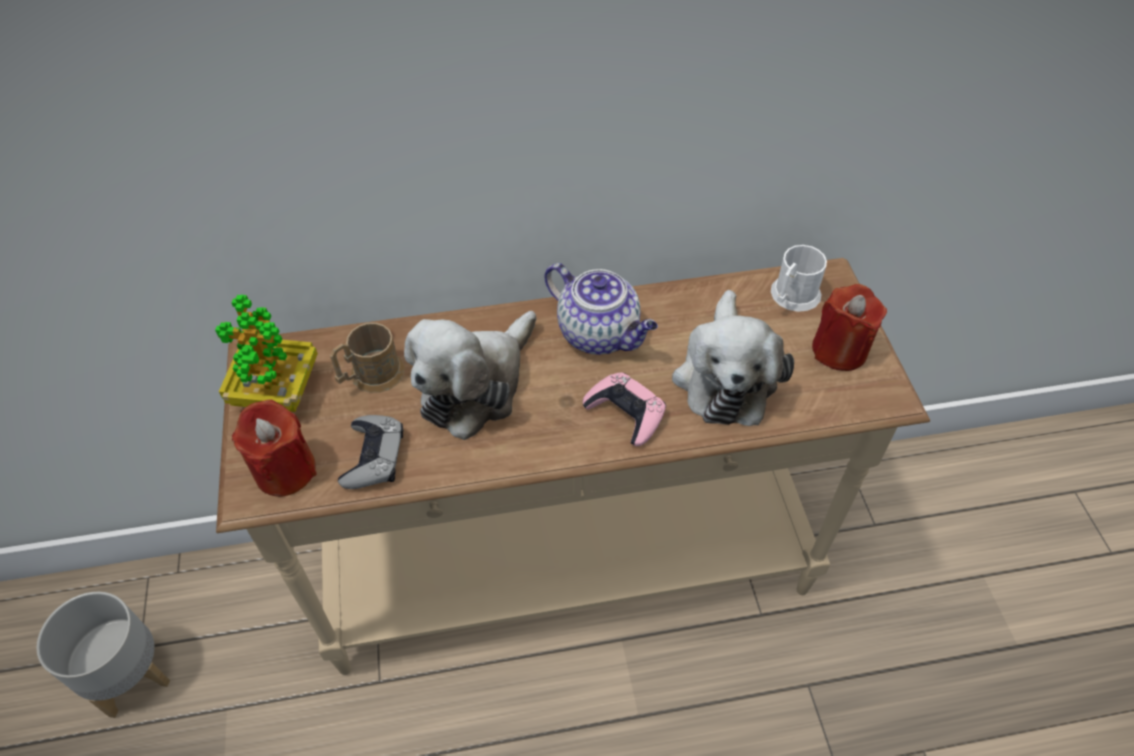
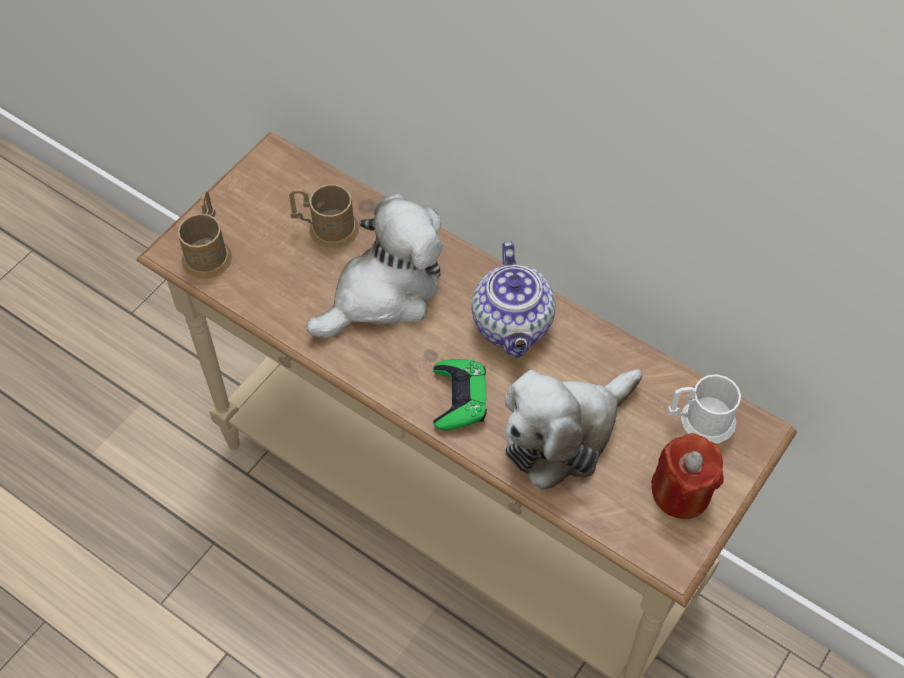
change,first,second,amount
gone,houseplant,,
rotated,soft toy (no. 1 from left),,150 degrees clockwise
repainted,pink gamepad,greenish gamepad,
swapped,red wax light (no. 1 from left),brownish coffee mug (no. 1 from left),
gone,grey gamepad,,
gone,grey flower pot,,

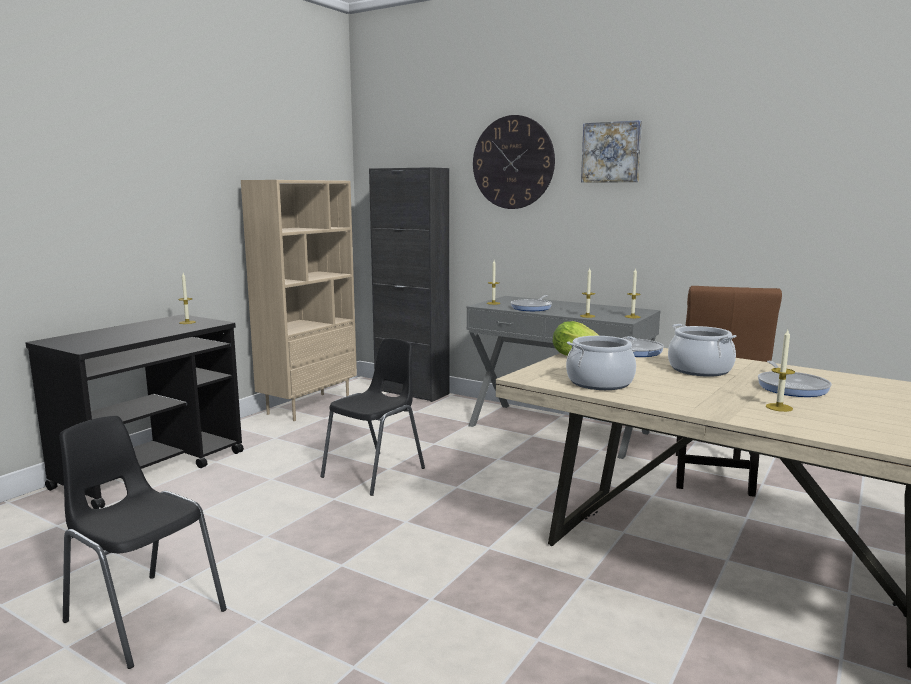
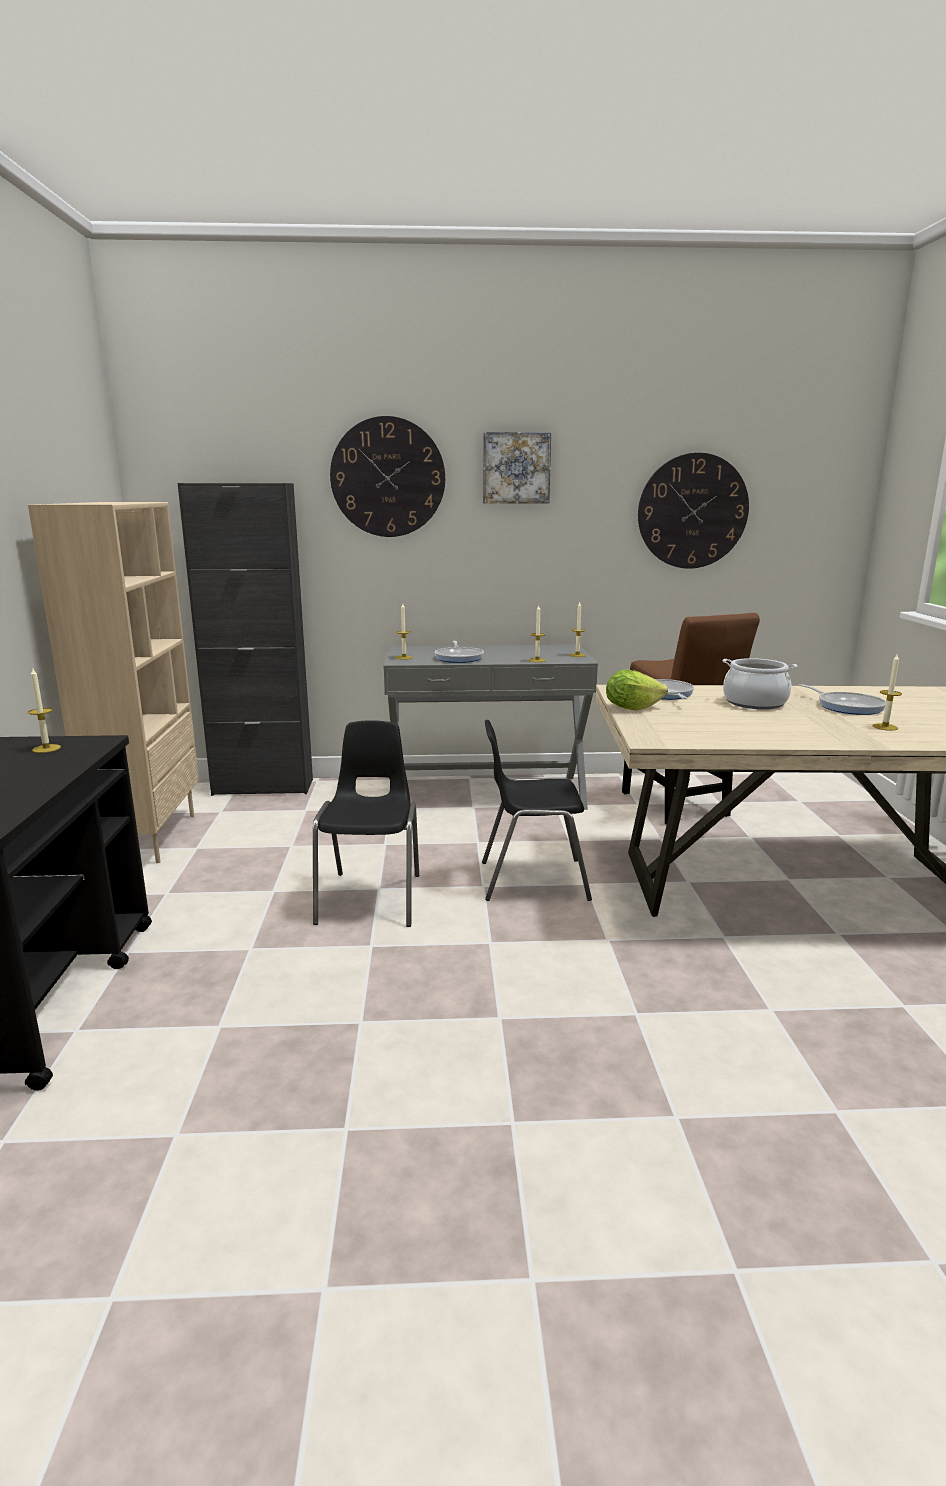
change,first,second,amount
gone,saucepot (no. 1 from left),,
shifted,black upright chair (no. 1 from left in the first image),black upright chair (no. 2 from left),
new,,clock on the wall (no. 2 from left),

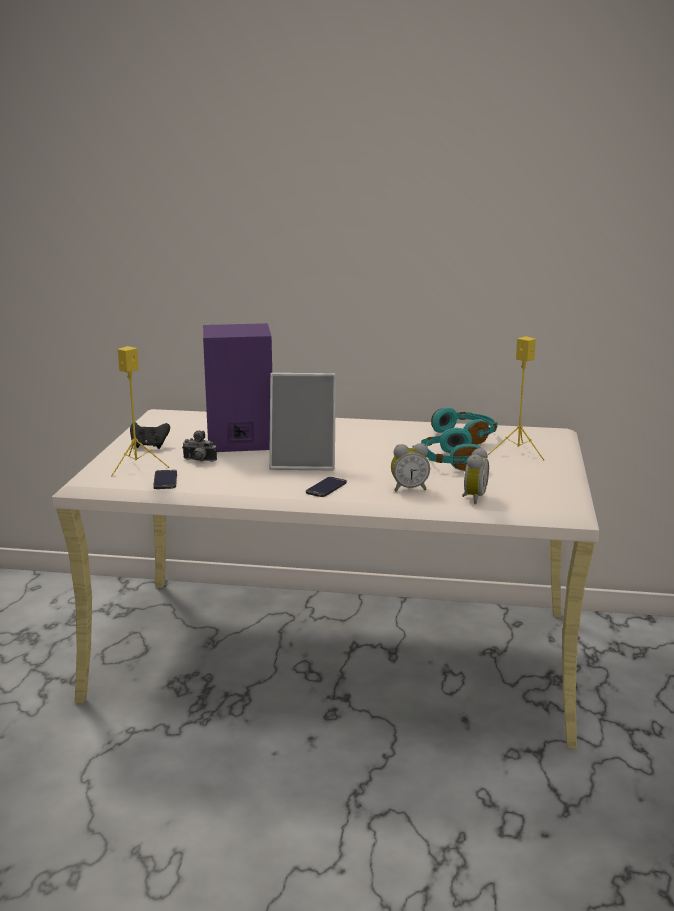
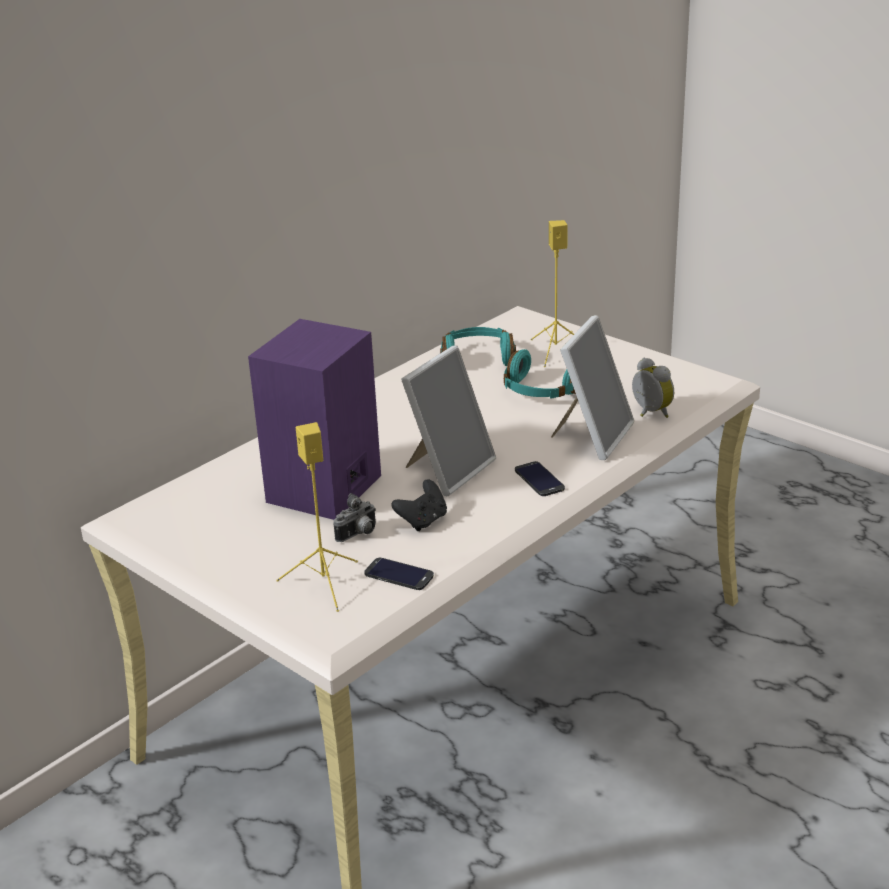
change,first,second,amount
shifted,black gamepad,,
swapped,table clock (no. 1 from left),picture frame (no. 2 from left),

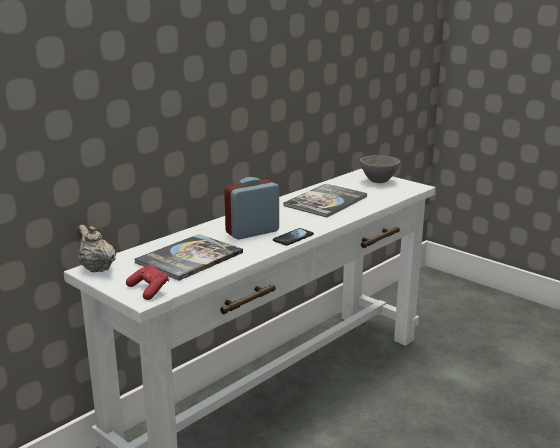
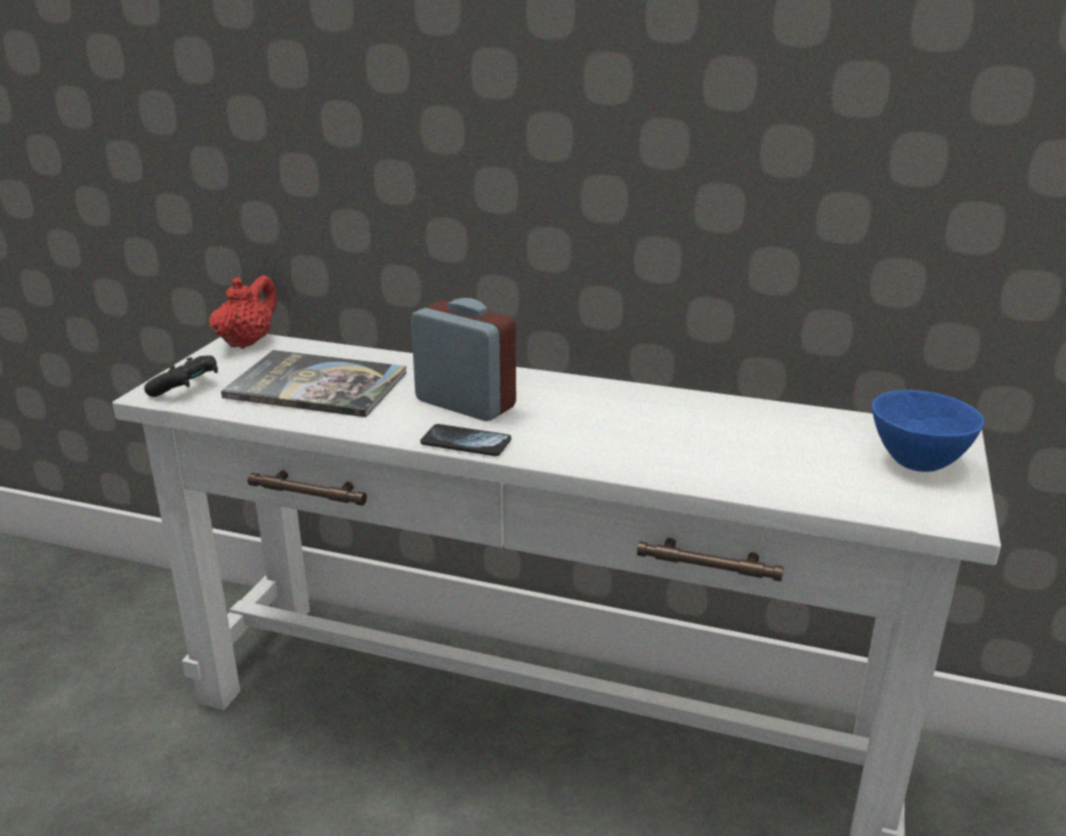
change,first,second,amount
repainted,grey deep dish,blue deep dish,
gone,book (no. 2 from left),,
repainted,beige pot for tea,red pot for tea,
repainted,red gamepad,black gamepad,

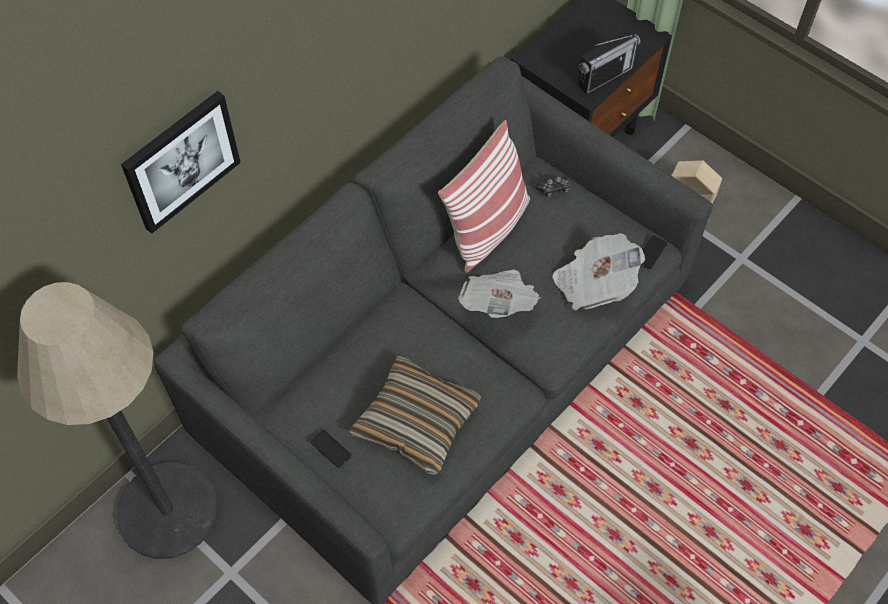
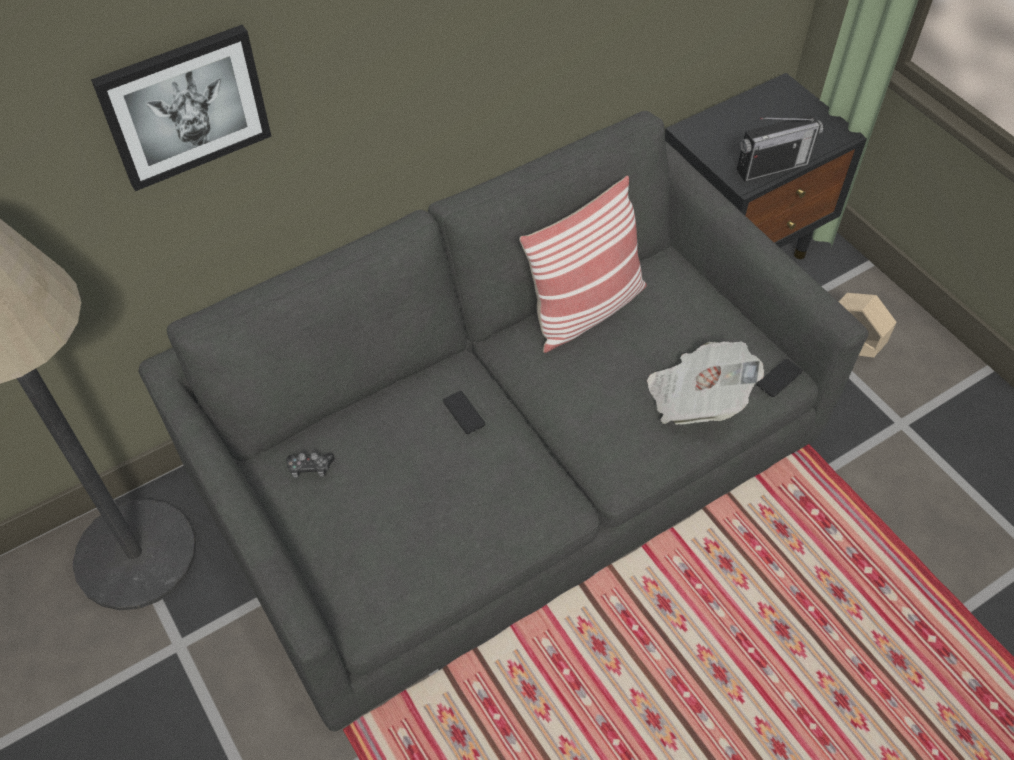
change,first,second,amount
shifted,gamepad,,
gone,daily paper (no. 1 from left),,
gone,throw pillow (no. 1 from left),,
shifted,telephone (no. 1 from left),,

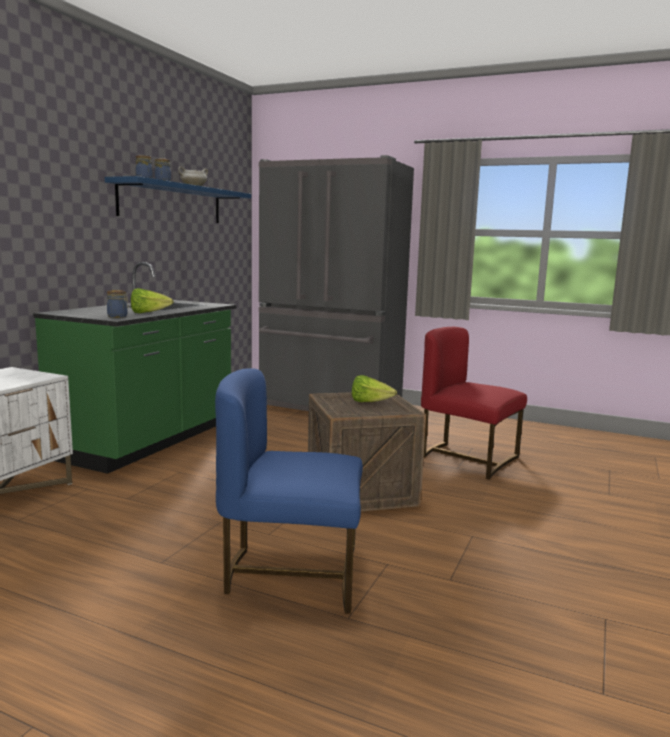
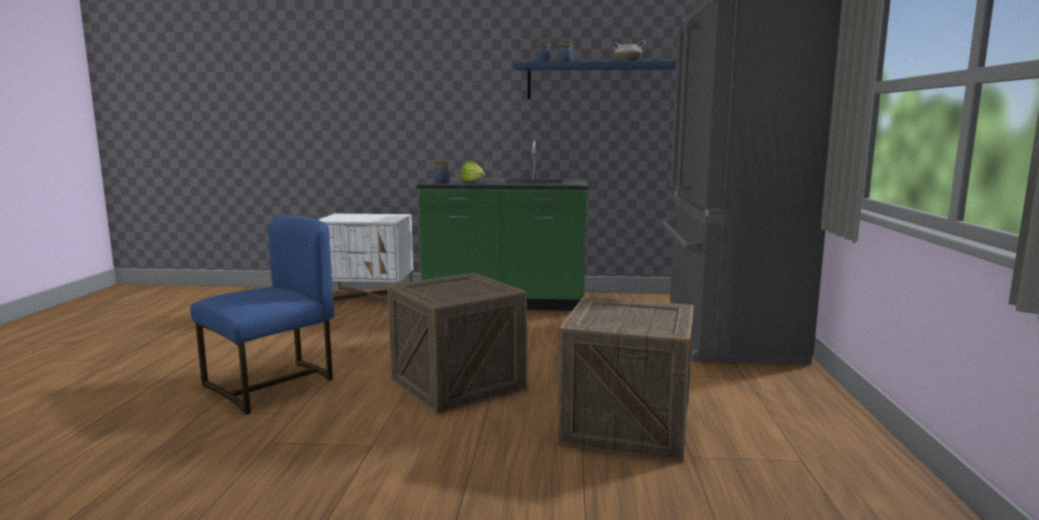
change,first,second,amount
swapped,red upright chair,shipping crate (no. 2 from left),
rotated,blue upright chair,,60 degrees clockwise
gone,lettuce (no. 2 from left),,

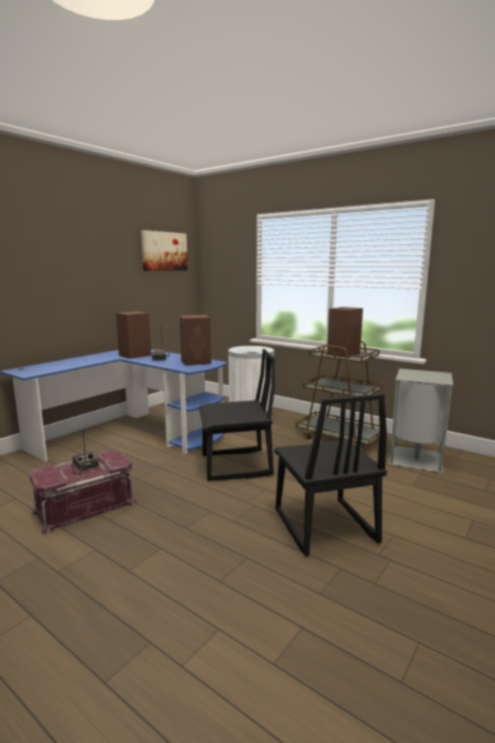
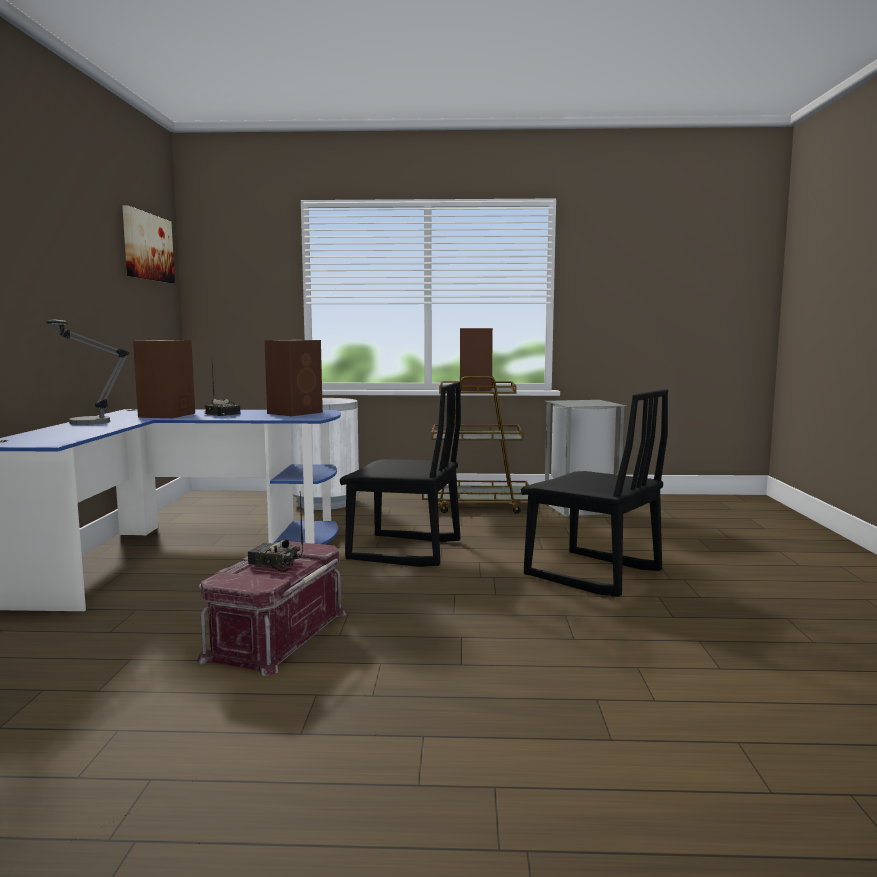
change,first,second,amount
rotated,black upright chair (no. 1 from left),,60 degrees clockwise
new,,lamp for a table,

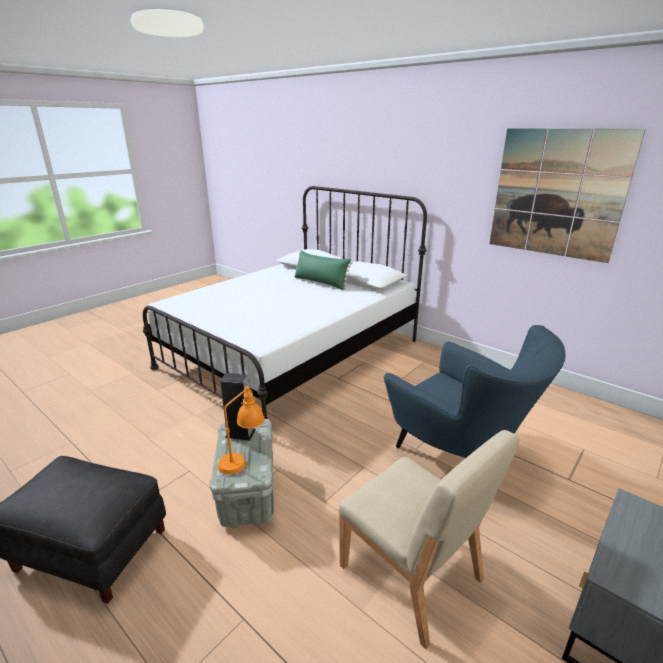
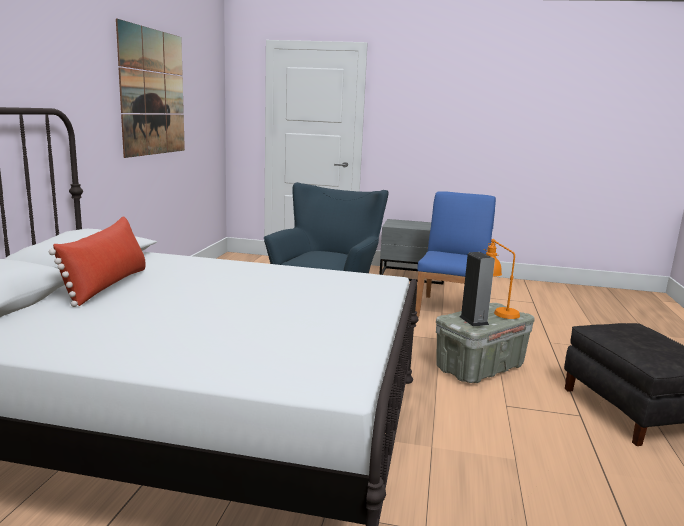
change,first,second,amount
repainted,greenish throw pillow,red throw pillow,
repainted,beige upright chair,blue upright chair,

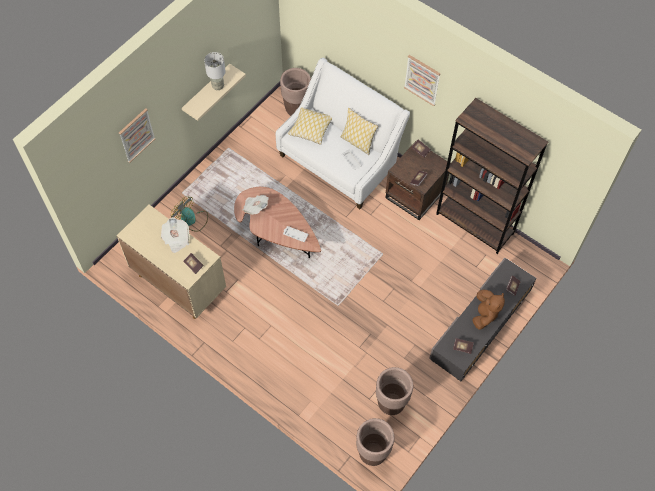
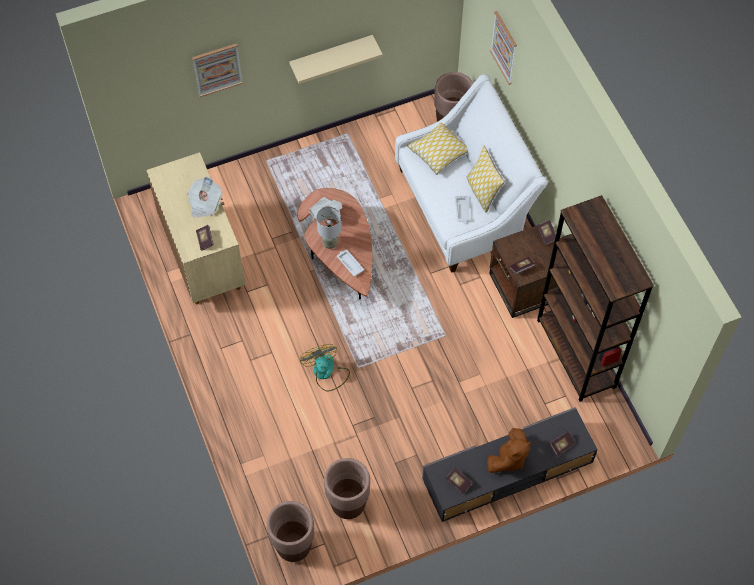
change,first,second,amount
shifted,grey lamp for a table,,
shifted,wall picture (no. 2 from left),,
shifted,electric fan,,

